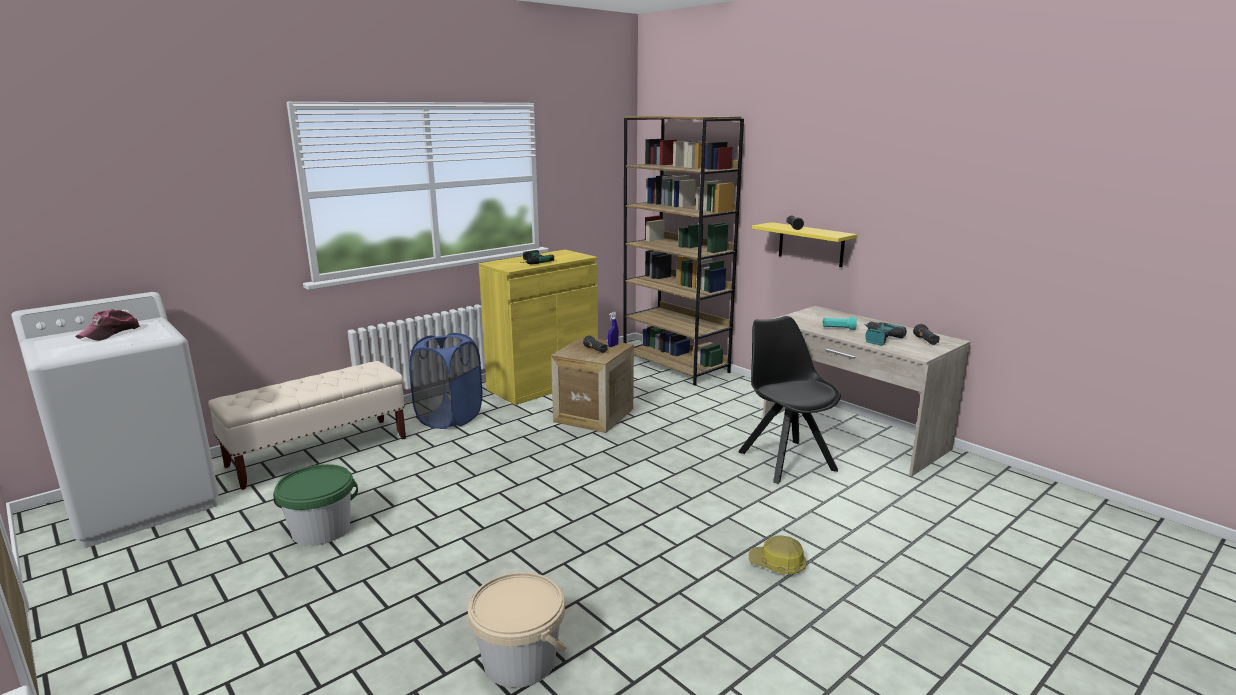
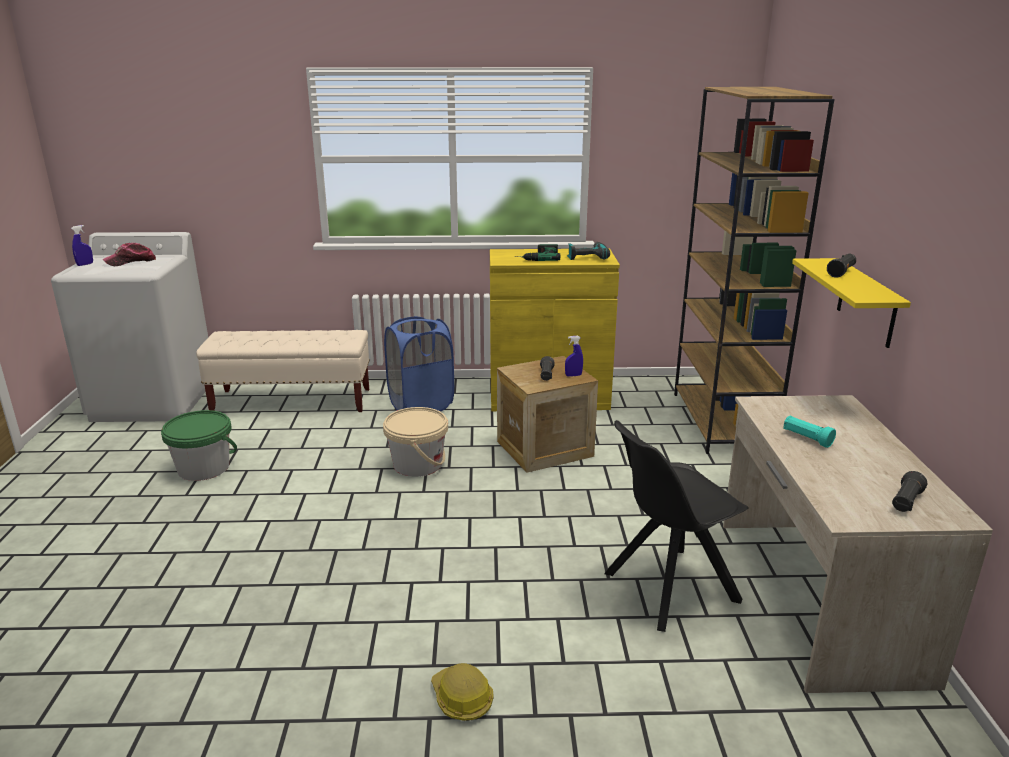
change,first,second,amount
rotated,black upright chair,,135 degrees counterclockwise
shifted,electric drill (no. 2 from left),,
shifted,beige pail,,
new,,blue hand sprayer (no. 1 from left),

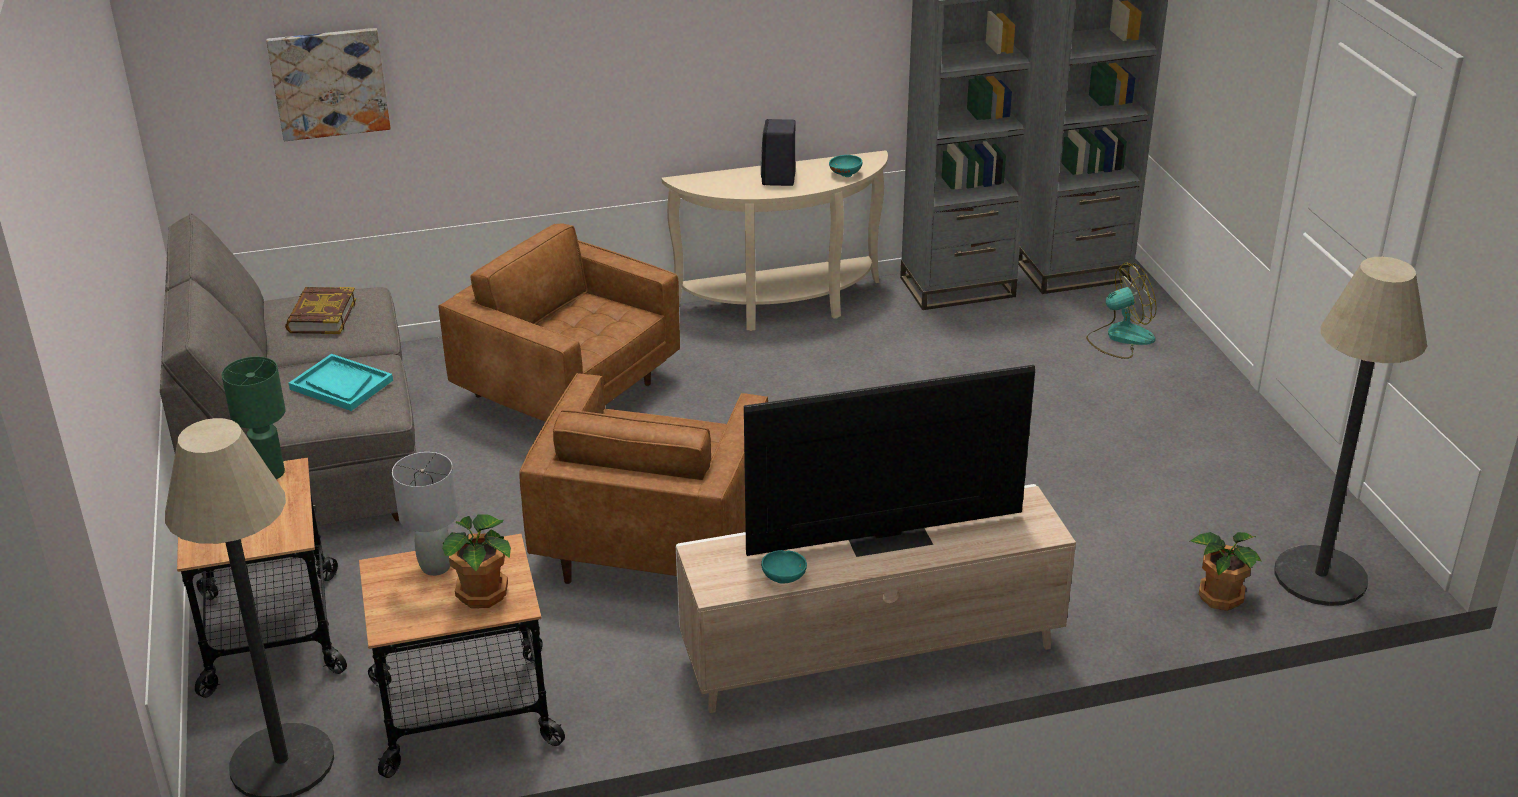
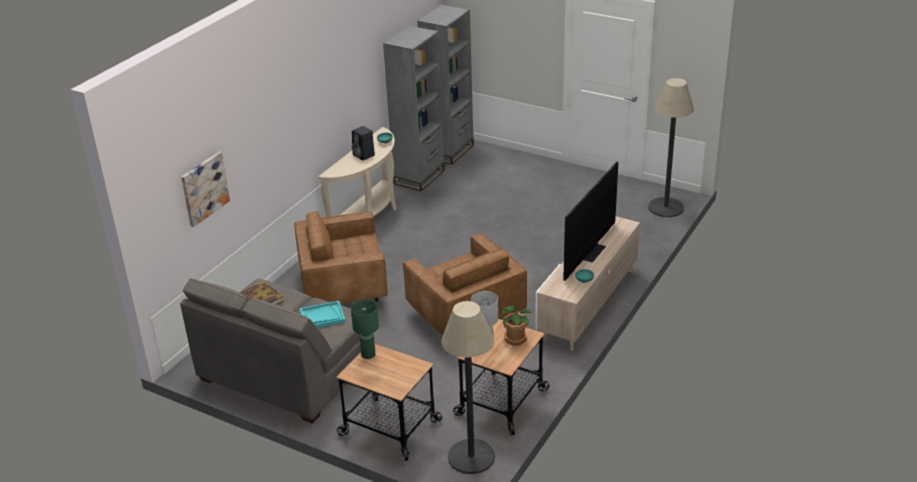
change,first,second,amount
gone,electric fan,,
gone,houseplant (no. 2 from left),,

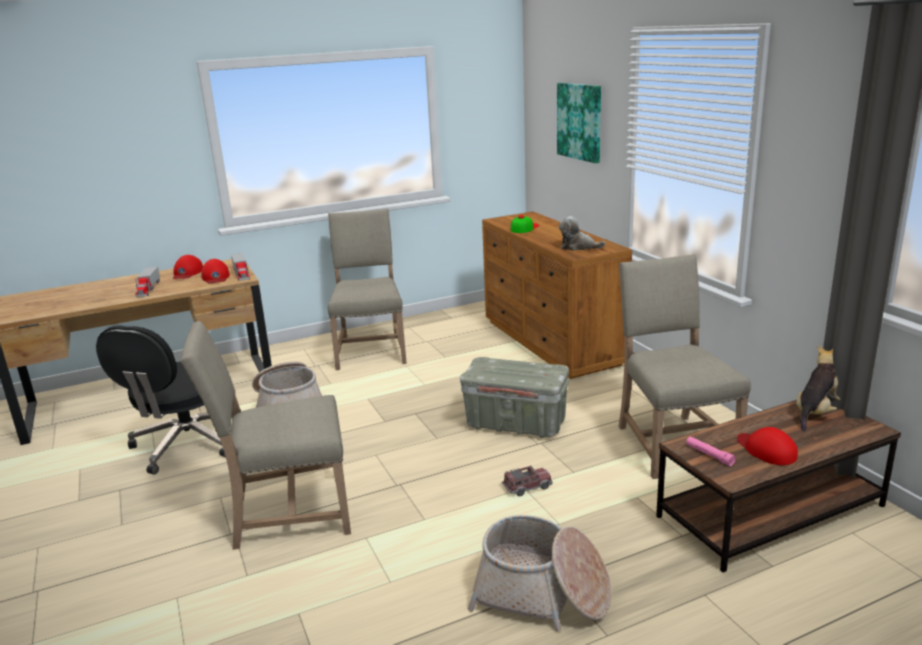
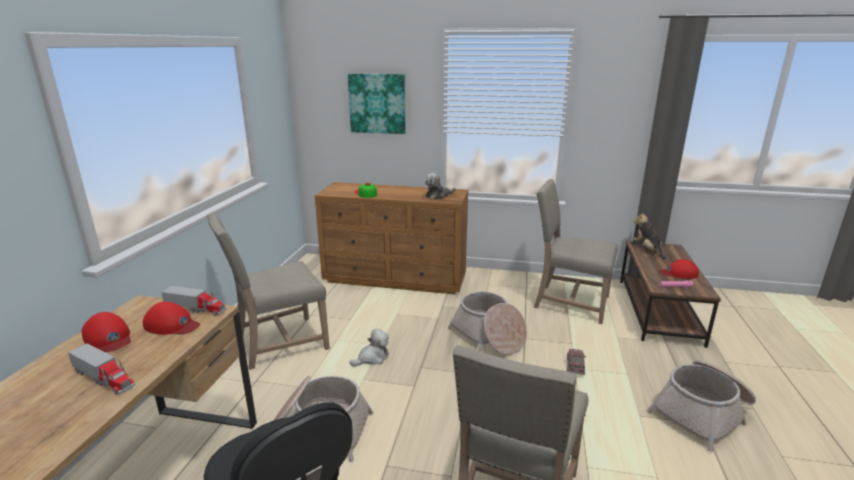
change,first,second,amount
rotated,beige upright chair (no. 2 from left in the first image),beige upright chair (no. 1 from left),60 degrees counterclockwise
swapped,grey storage box,basket (no. 2 from left),
new,,soft toy (no. 1 from left),

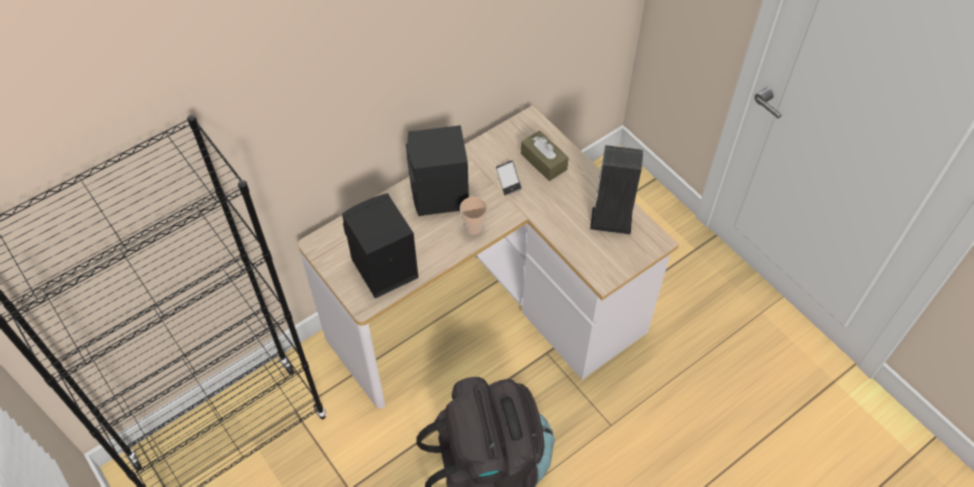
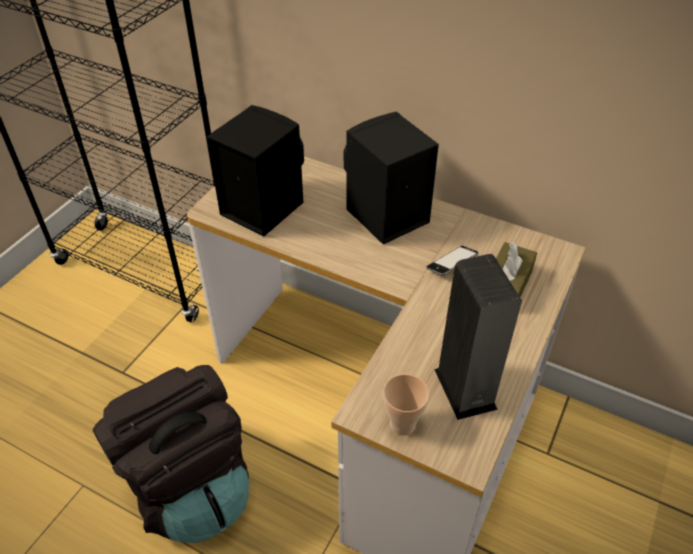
change,first,second,amount
shifted,cup,,

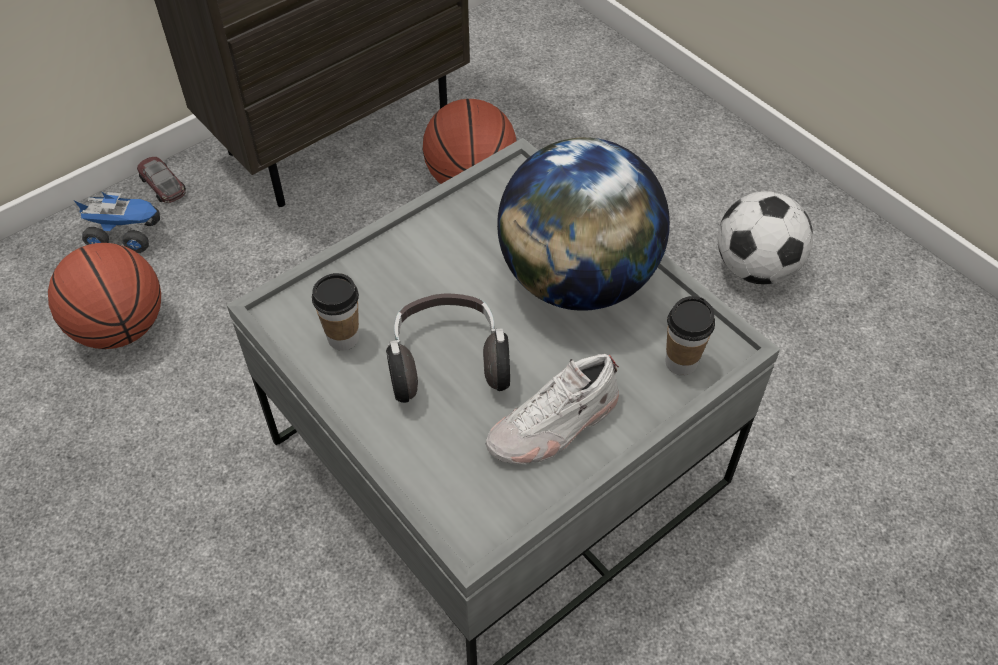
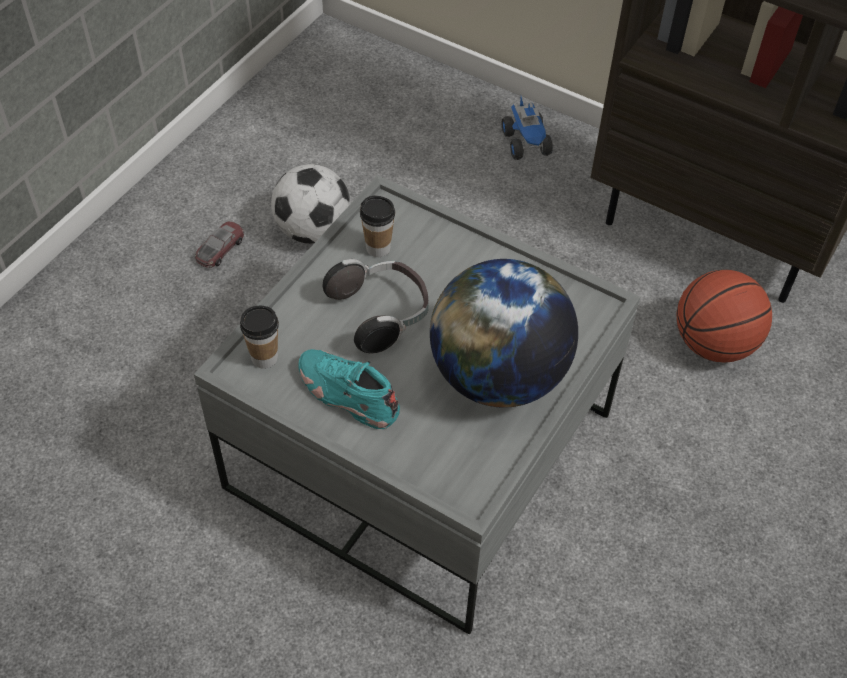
change,first,second,amount
shifted,model car,,
shifted,football,,
gone,basketball (no. 1 from left),,
shifted,cup (no. 2 from left in the first image),cup (no. 1 from left),
repainted,white-coloured low shoe,blue-green low shoe,

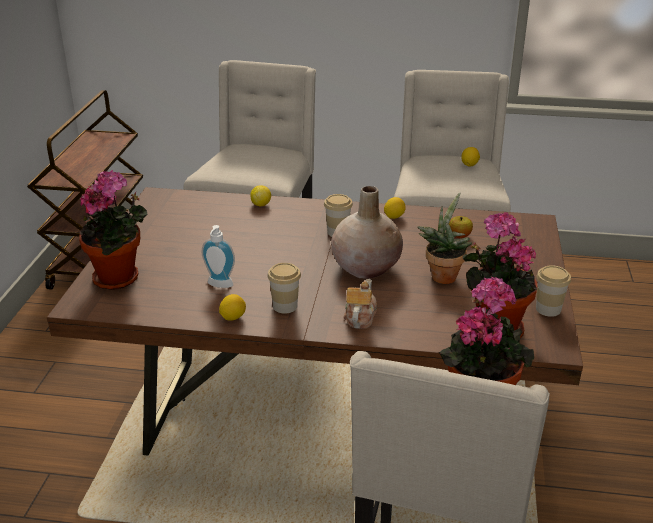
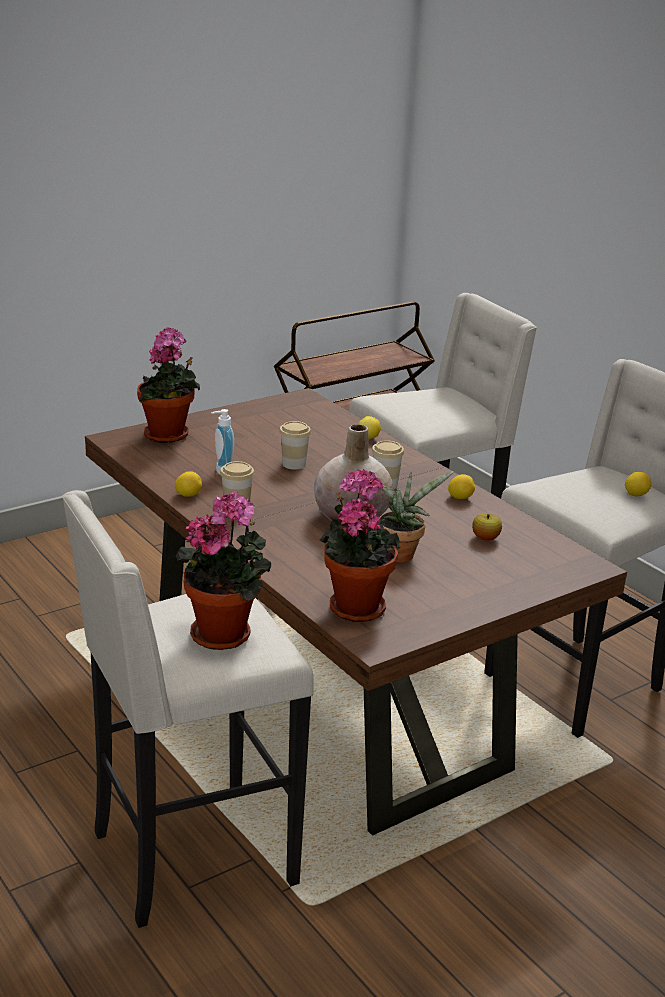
change,first,second,amount
shifted,cup (no. 3 from left in the first image),cup (no. 2 from left),
gone,pot for tea,,

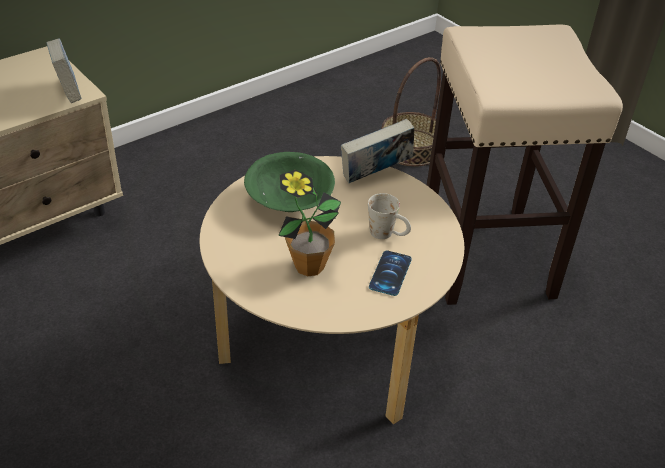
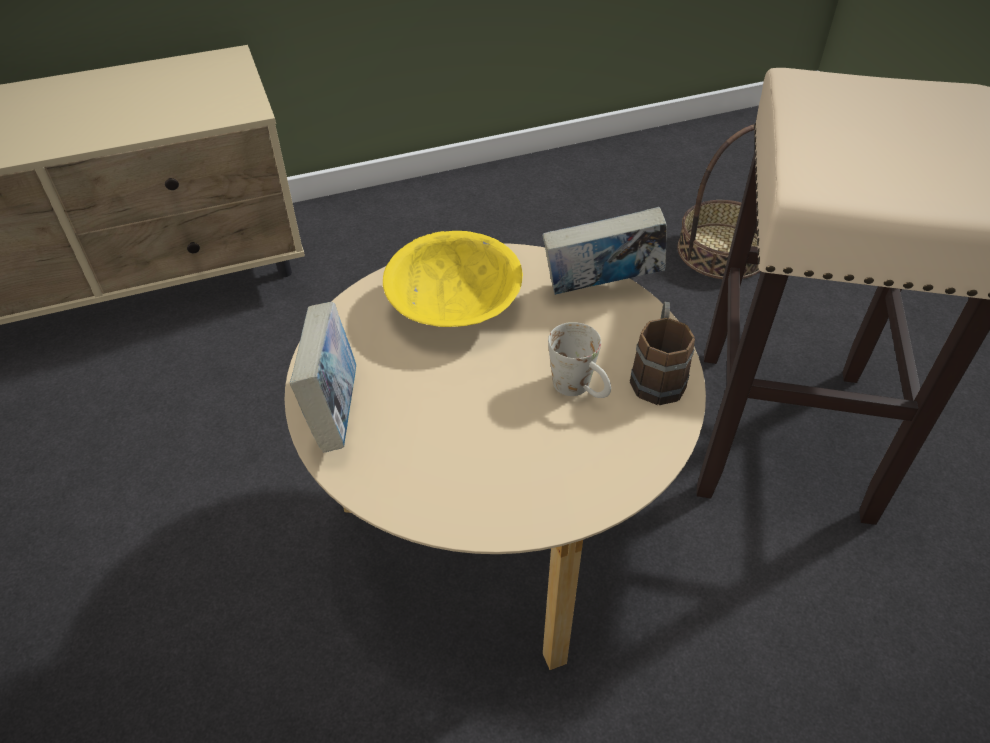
change,first,second,amount
shifted,book (no. 1 from left),,
repainted,greenish deep dish,yellow-coloured deep dish,
gone,houseplant,,
gone,telephone,,
new,,brownish coffee mug,

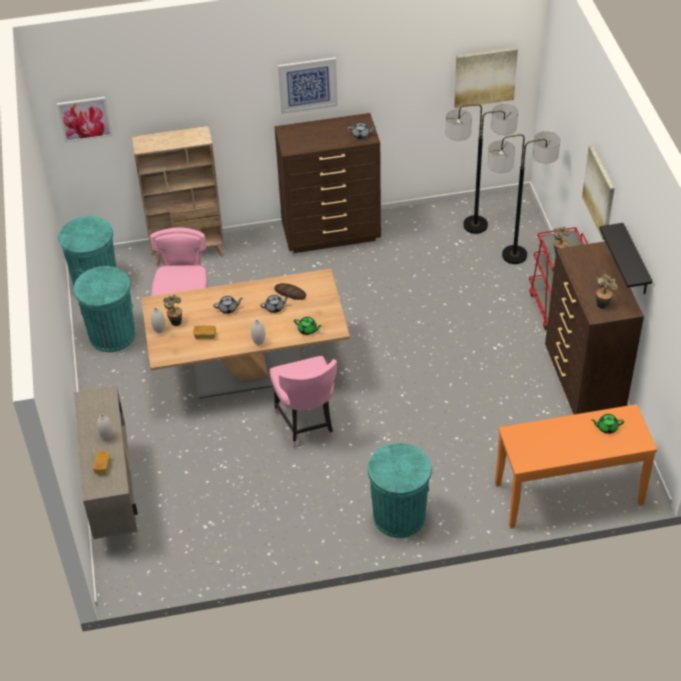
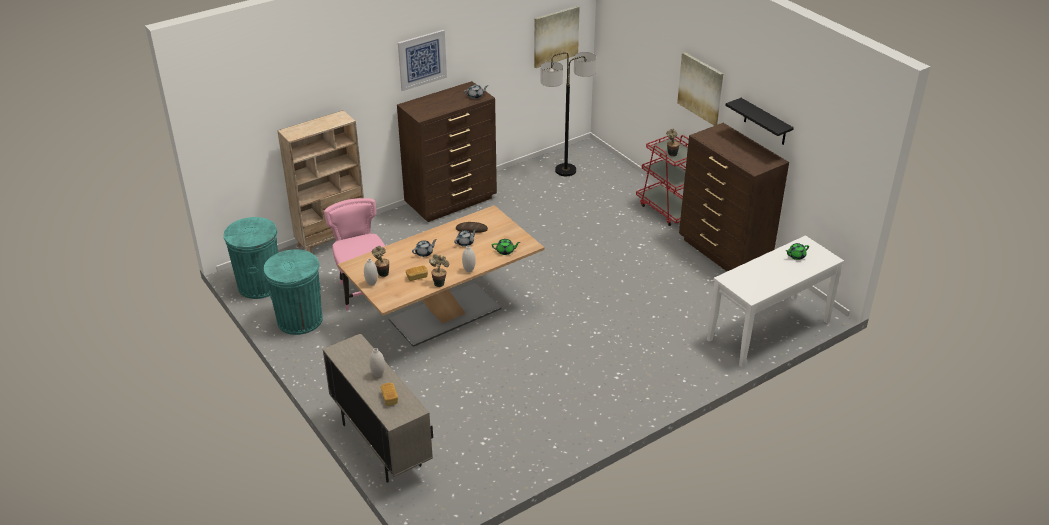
change,first,second,amount
gone,wall picture (no. 1 from left),,
gone,floor lamp (no. 2 from left),,
shifted,houseplant (no. 3 from left in the first image),houseplant (no. 2 from left),
gone,pink upright chair (no. 2 from left),,
repainted,orange hall table,white-coloured hall table,
gone,blue-green trash can (no. 3 from left),,

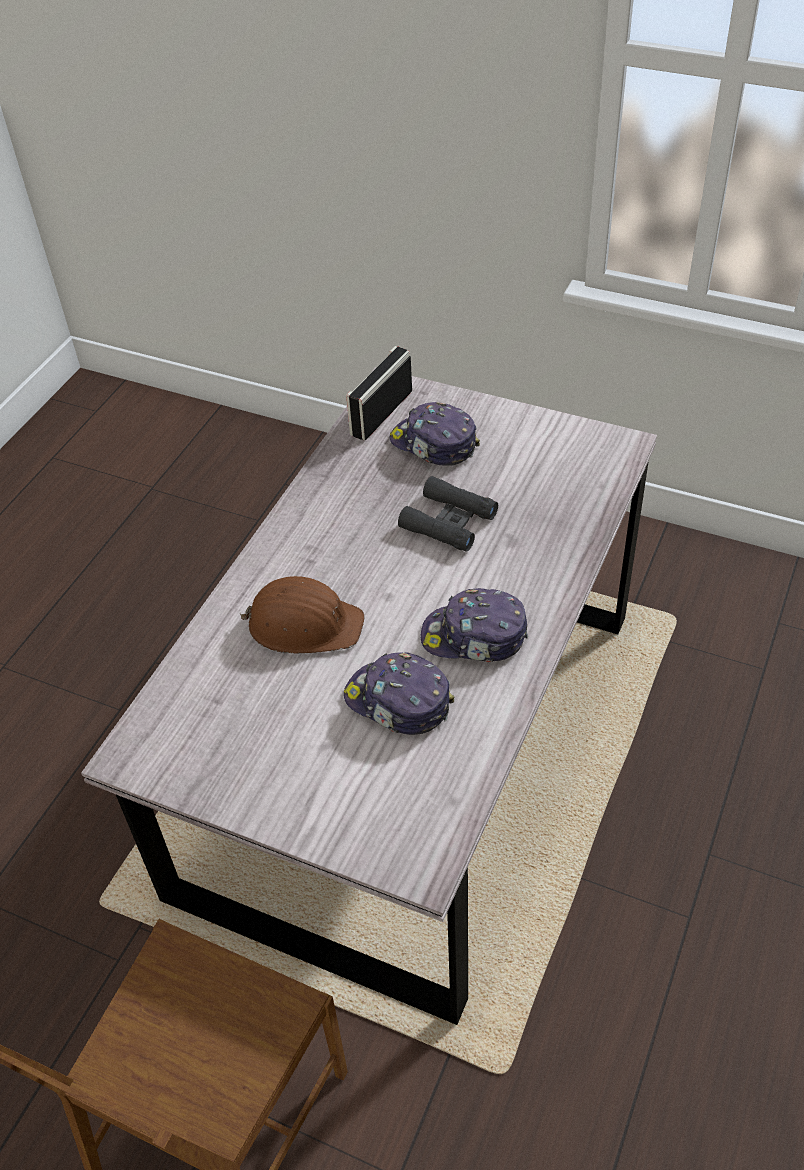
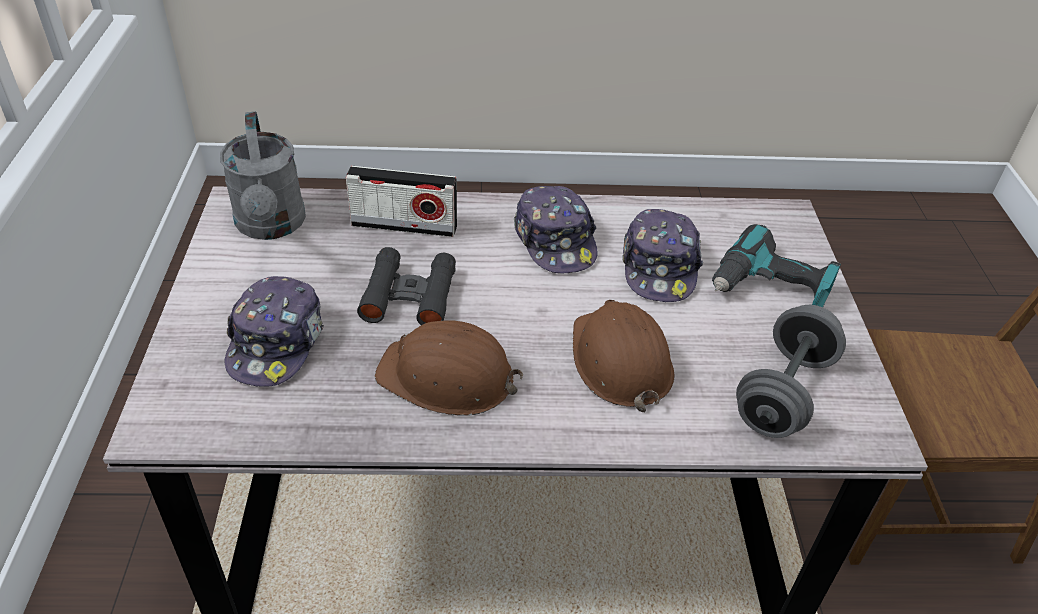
change,first,second,amount
shifted,radio set,,
new,,grey sprinkling can,
new,,electric drill,
new,,grey free weight,
new,,brownish hard hat (no. 1 from left),

